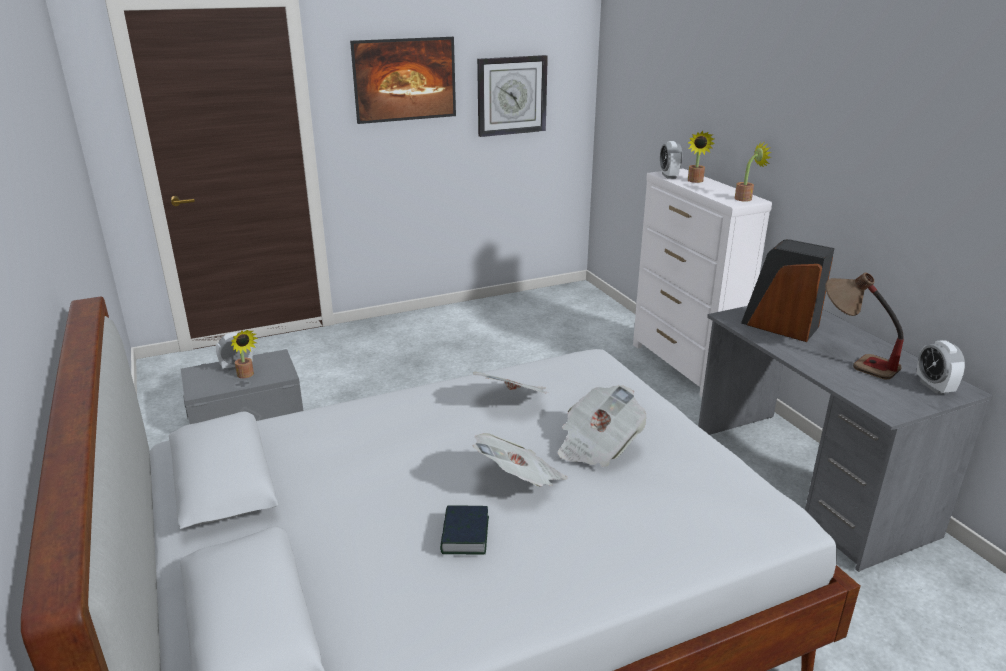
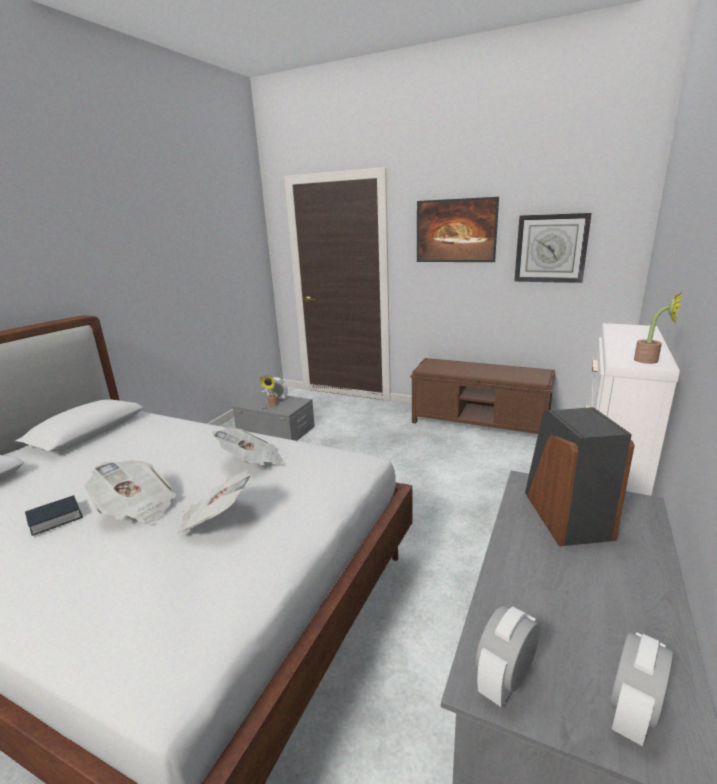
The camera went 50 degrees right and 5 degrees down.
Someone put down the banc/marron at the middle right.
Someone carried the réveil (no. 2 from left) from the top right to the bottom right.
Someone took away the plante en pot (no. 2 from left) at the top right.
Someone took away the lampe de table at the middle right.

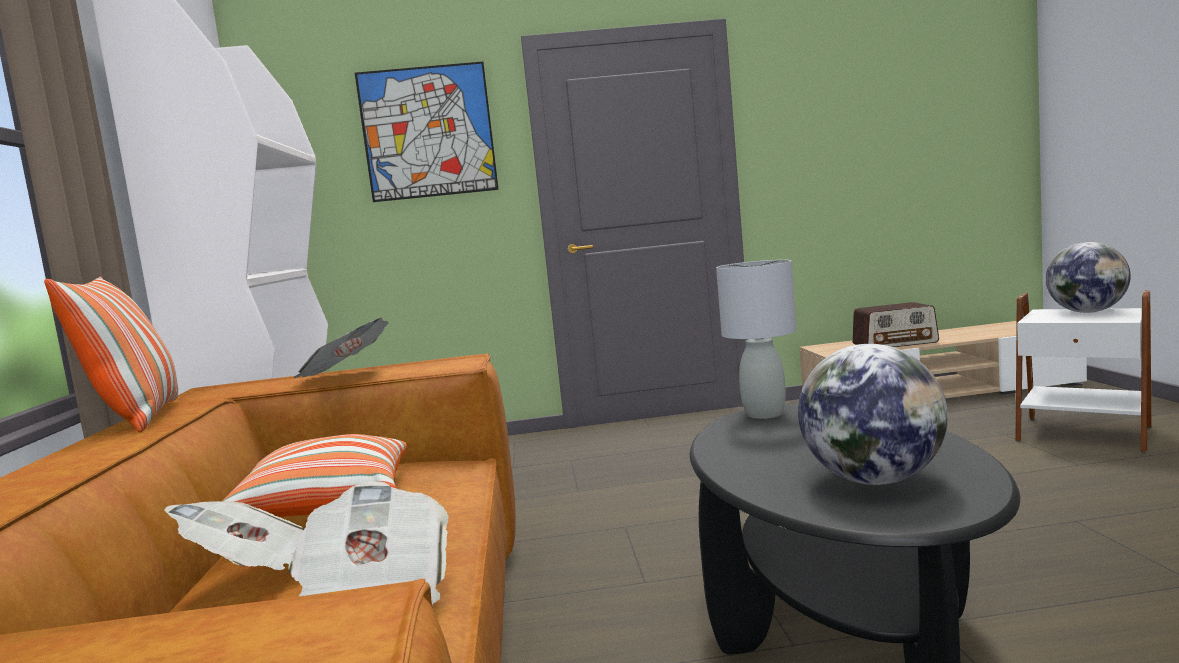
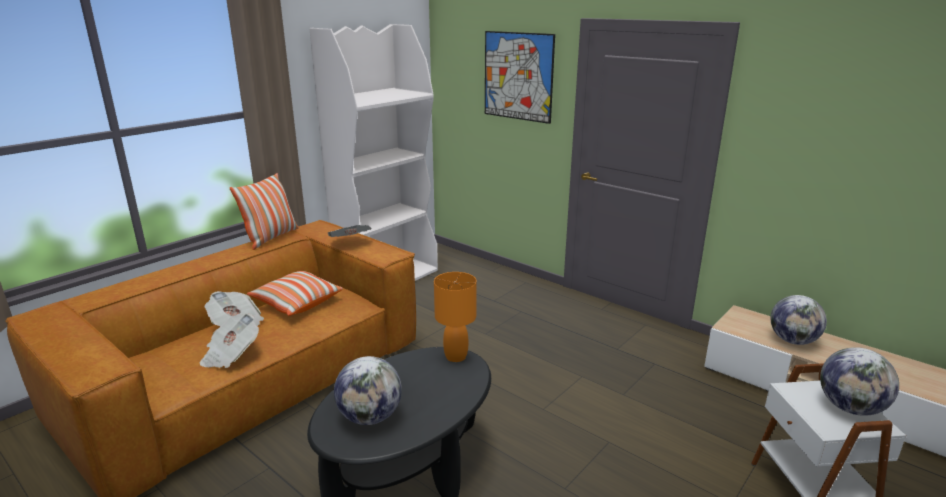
The camera went 45 degrees right and 15 degrees up.
Someone repainted the lampe de table/gris at the centre, which became the lampe de table/orange at the centre.
Someone swapped the radio at the middle right for the globe (no. 2 from left) at the middle right.

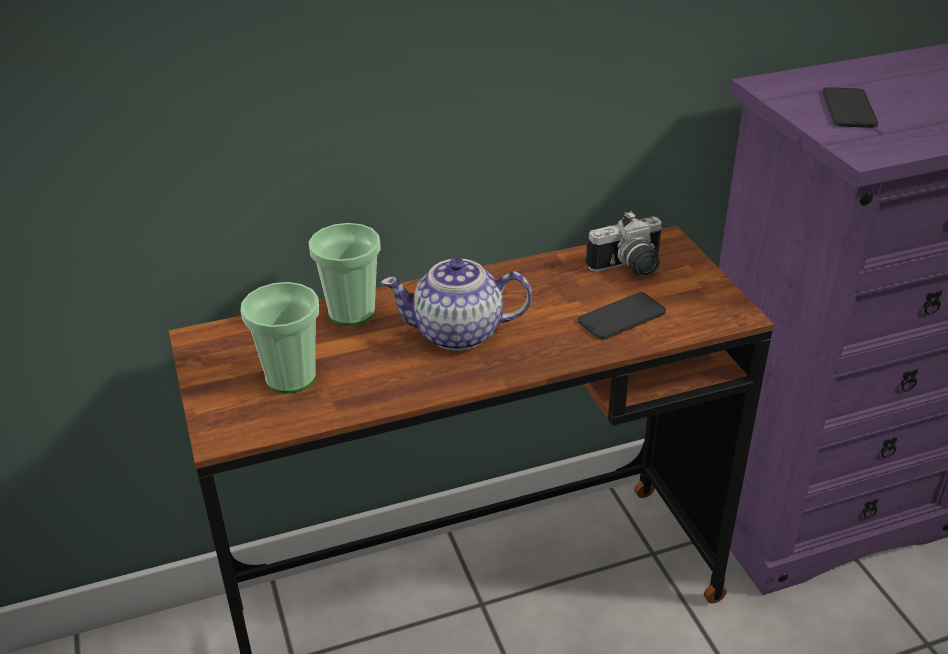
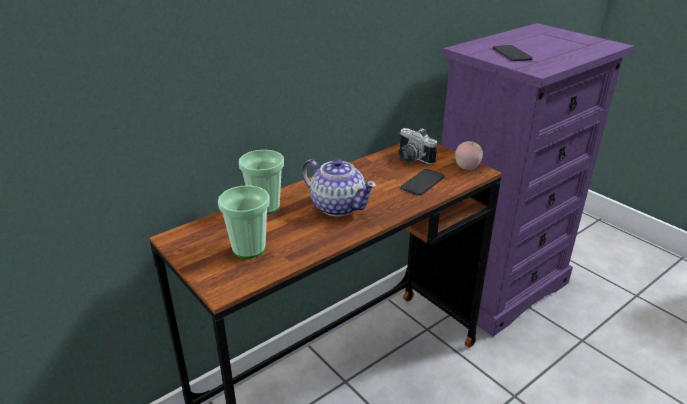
The camera went 20 degrees left and 5 degrees down.
Someone rotated the théière at the centre by 120 degrees counterclockwise.
Someone rotated the appareil photo at the centre by 90 degrees clockwise.
Someone put down the pomme at the middle right.

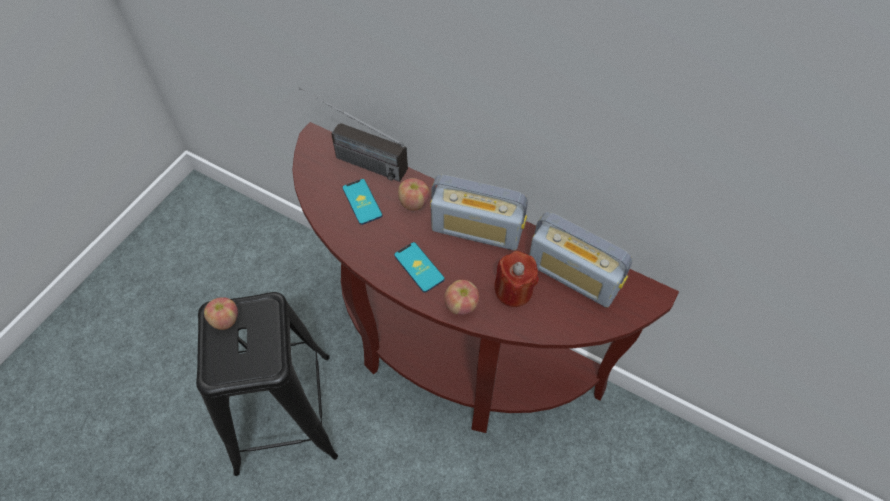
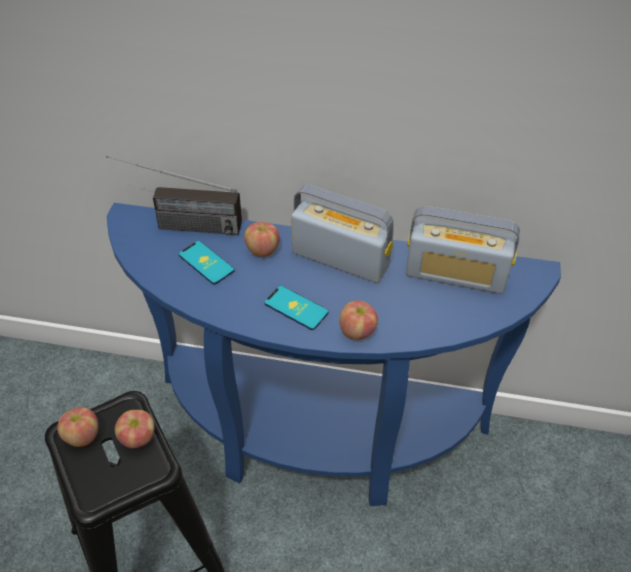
The camera went 20 degrees left and 10 degrees down.
Someone repainted the table console/marron at the centre, which became the table console/bleu at the centre.
Someone put down the pomme (no. 2 from left) at the bottom left.
Someone rotated the radio (no. 2 from left) at the centre by 150 degrees counterclockwise.
Someone took away the bougie/rouge at the centre.

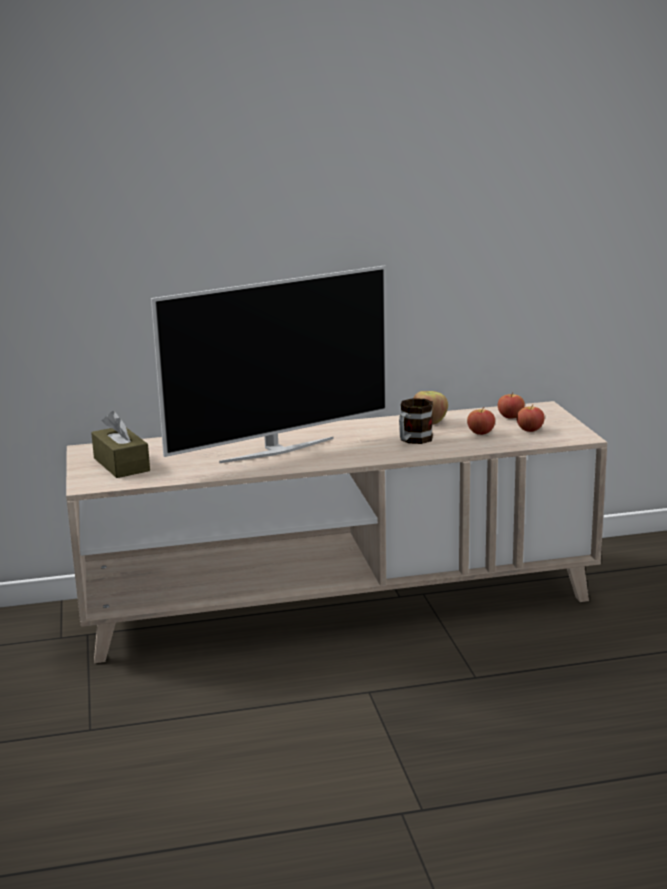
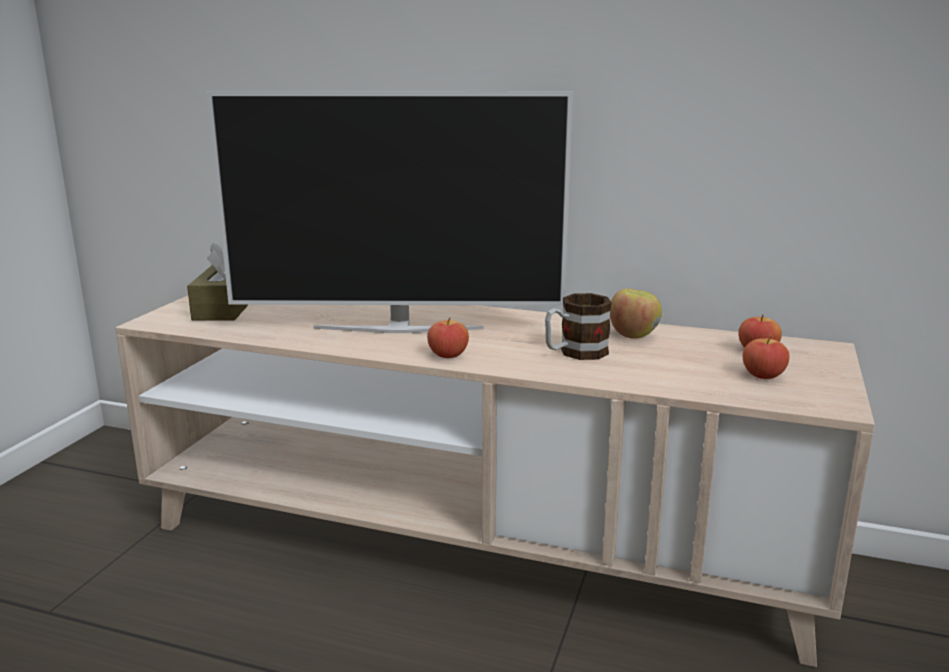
The camera went 30 degrees right and 0 degrees up.
Someone carried the pomme (no. 2 from left in the first image) from the middle right to the centre.

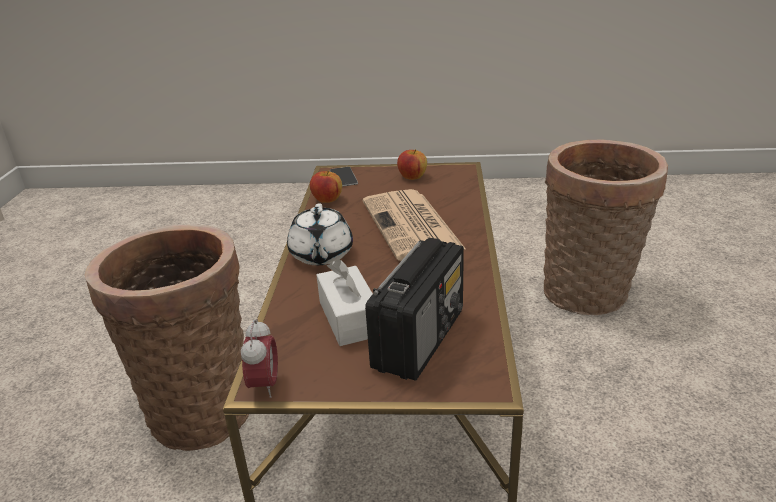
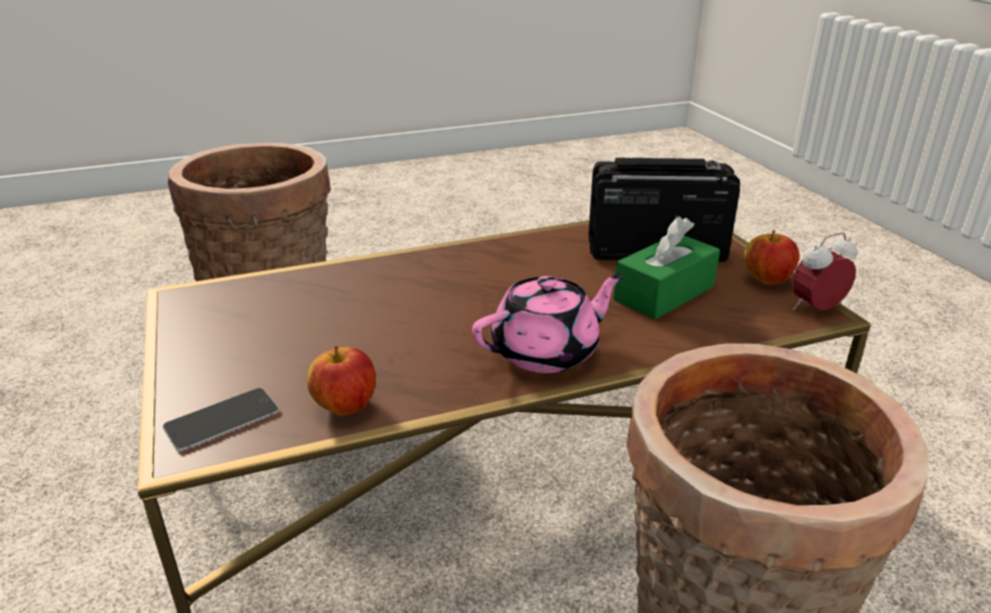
The camera went 115 degrees left and 0 degrees up.
Someone repainted the théière/blanc at the centre, which became the théière/rose at the centre.
Someone repainted the boîte à mouchoirs/blanc at the centre, which became the boîte à mouchoirs/vert at the middle right.
Someone carried the pomme (no. 2 from left) from the top centre to the middle right.
Someone took away the journal at the centre.

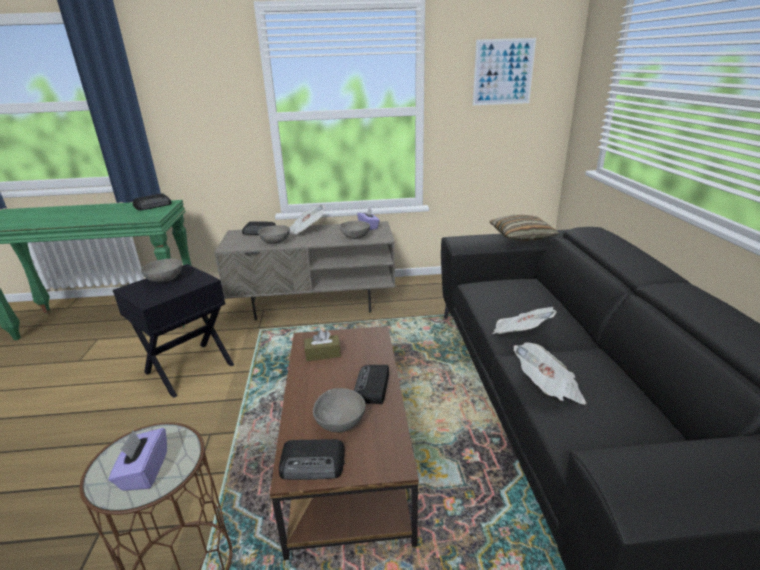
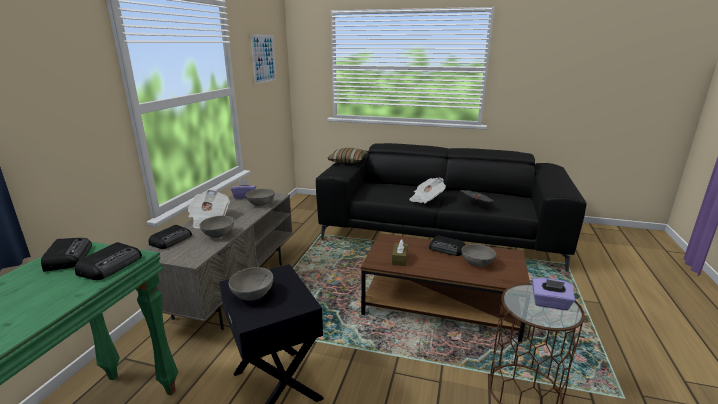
The camera went 70 degrees left and 5 degrees down.
Someone carried the radio (no. 3 from left in the first image) from the bottom centre to the middle left.

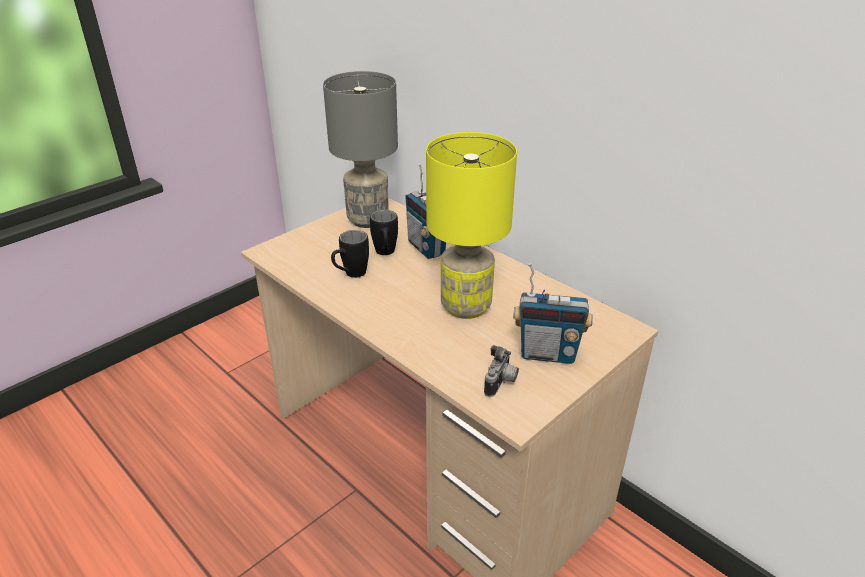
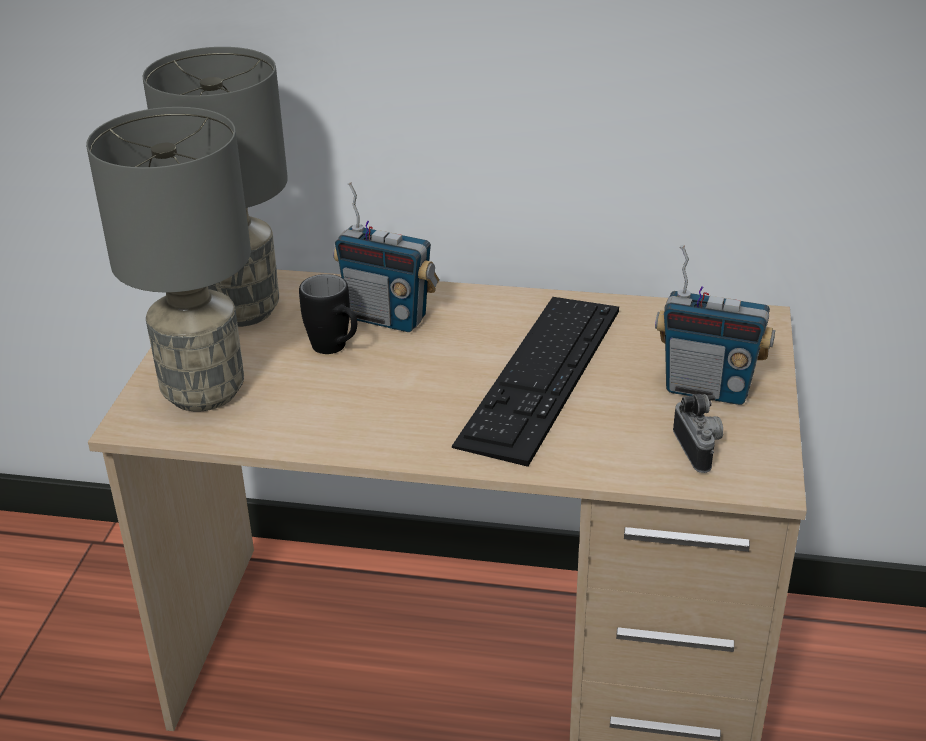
The camera went 35 degrees left and 0 degrees up.
Someone put down the lampe de table/gris (no. 1 from left) at the middle left.
Someone swapped the lampe de table/jaune at the centre for the clavier at the centre.
Someone rotated the radio (no. 2 from left) at the centre by 45 degrees clockwise.
Someone took away the mug/noir (no. 1 from left) at the centre.

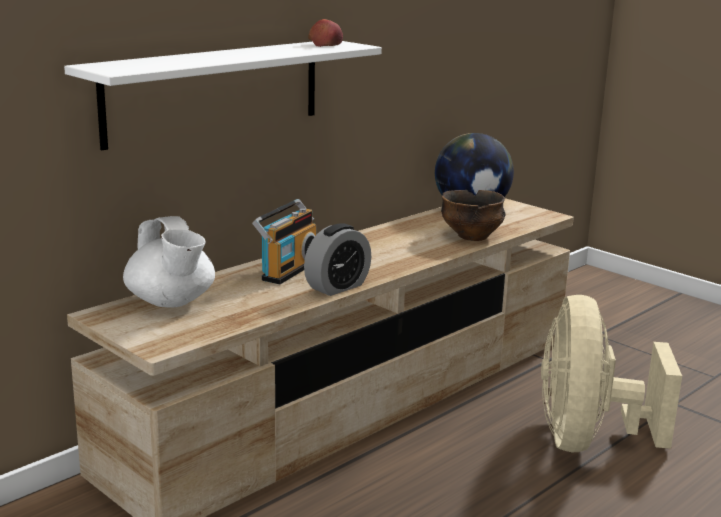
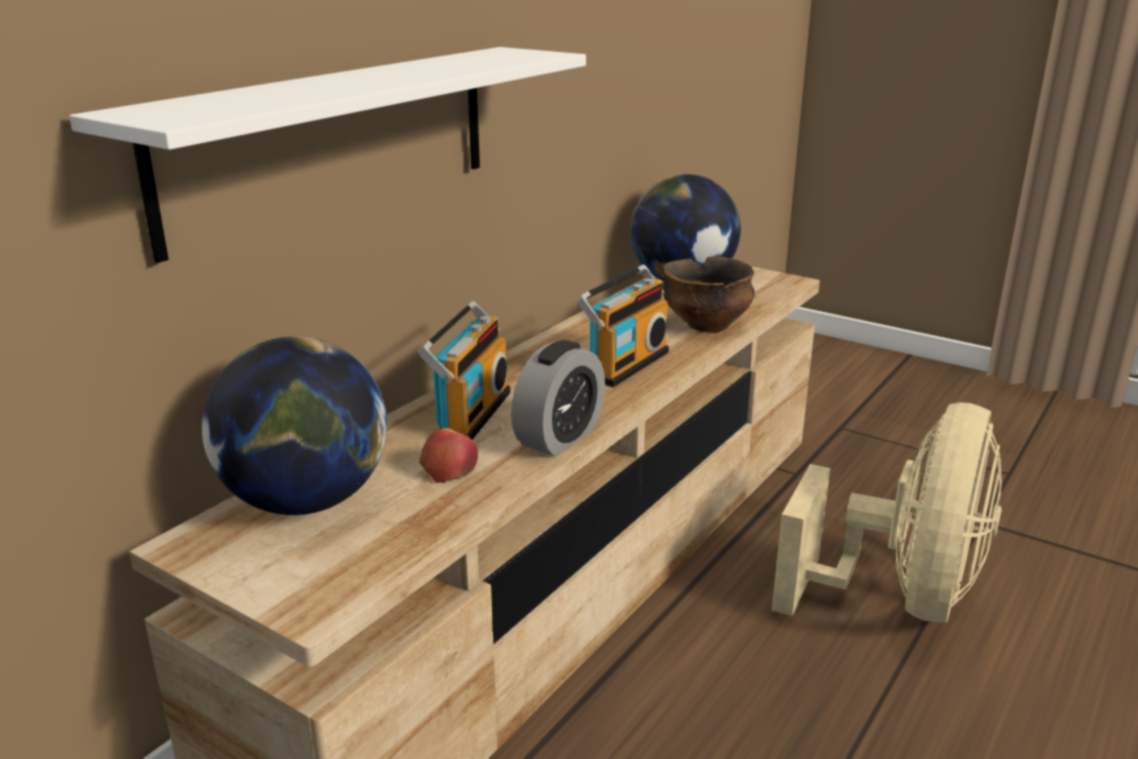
The camera went 10 degrees left and 5 degrees up.
Someone swapped the théière/blanc at the middle left for the globe (no. 1 from left) at the middle left.
Someone carried the pomme from the top centre to the centre.
Someone put down the radio (no. 2 from left) at the centre.
Someone rotated the ventilateur/beige at the bottom right by 150 degrees counterclockwise.

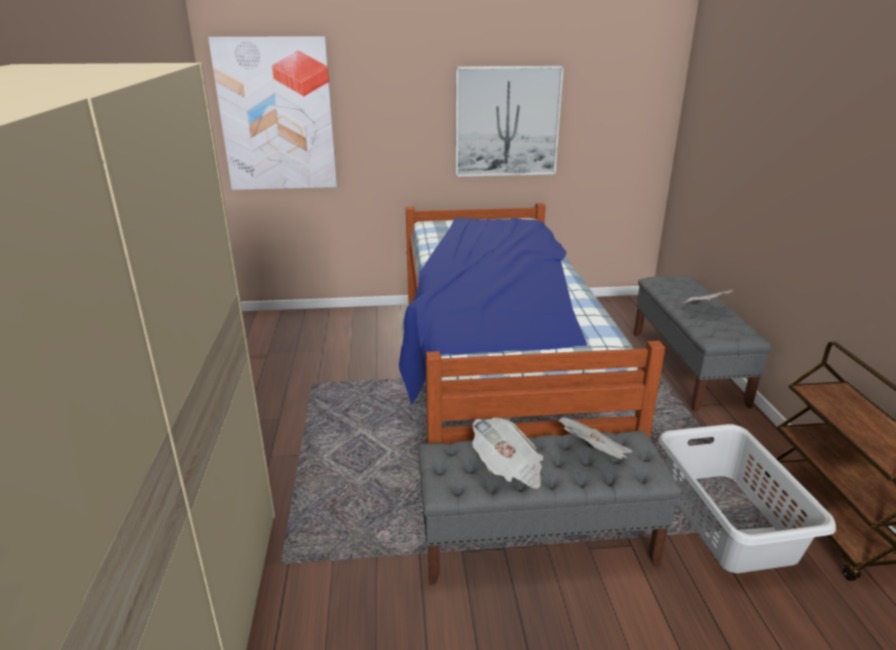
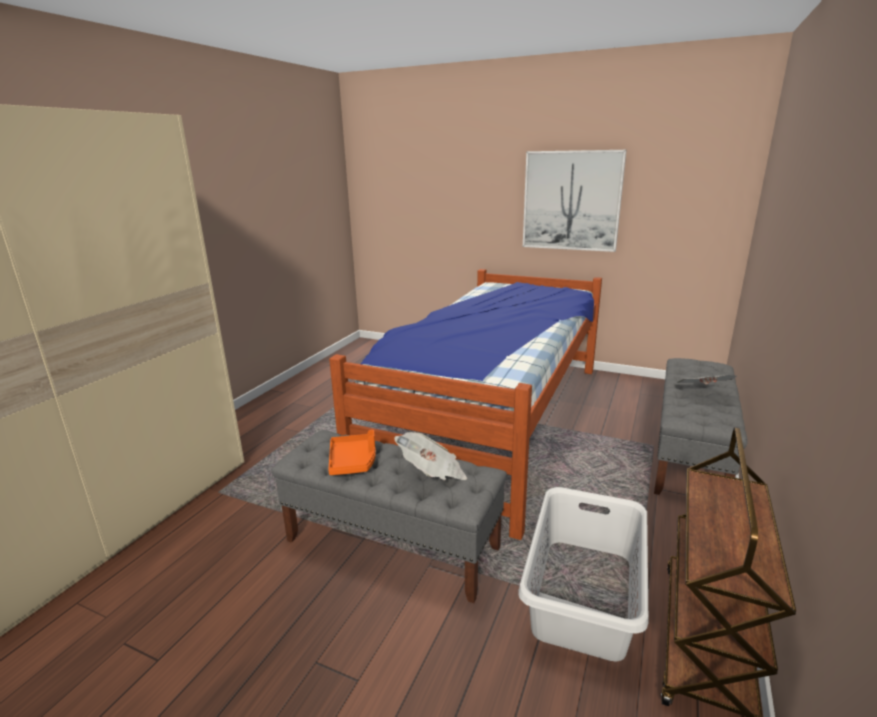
The camera went 30 degrees right and 5 degrees down.
Someone swapped the journal (no. 1 from left) at the bottom centre for the plateau/orange at the centre.
Someone took away the tableau (no. 1 from left) at the top left.

